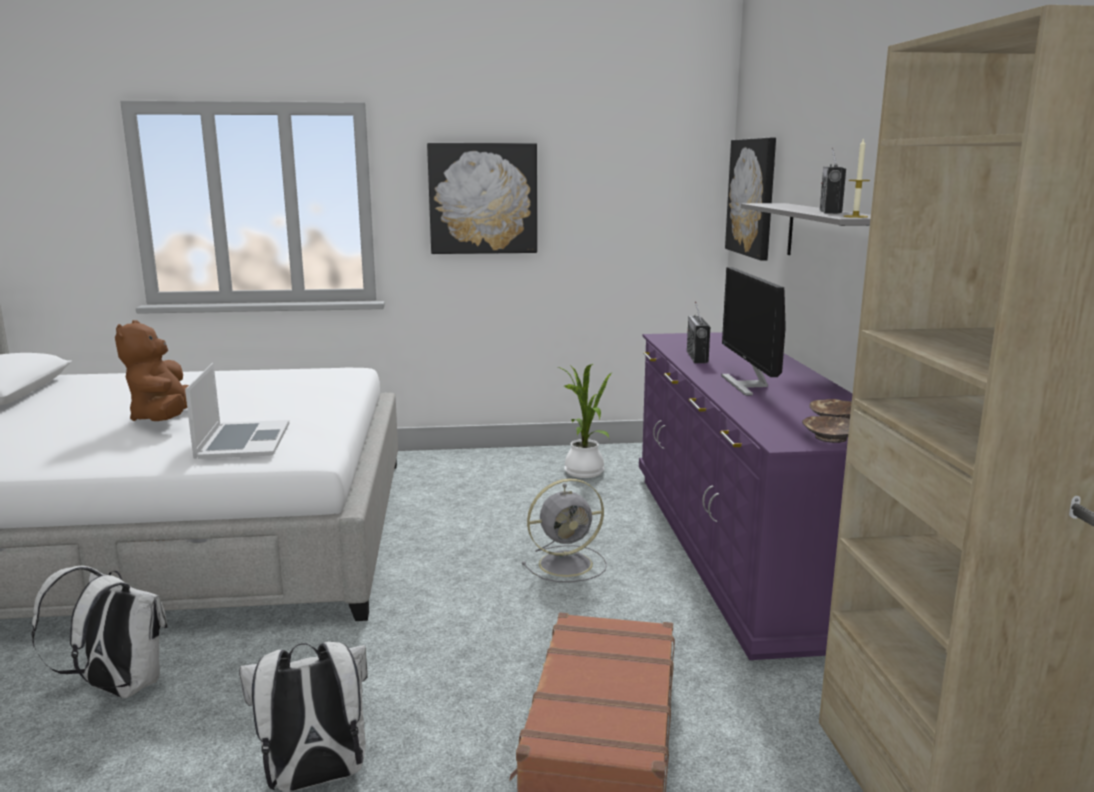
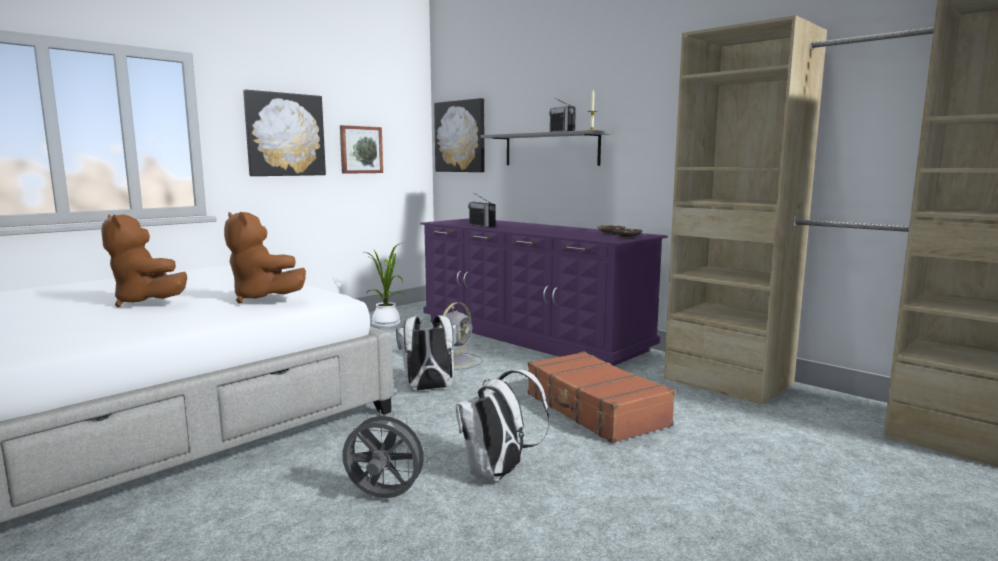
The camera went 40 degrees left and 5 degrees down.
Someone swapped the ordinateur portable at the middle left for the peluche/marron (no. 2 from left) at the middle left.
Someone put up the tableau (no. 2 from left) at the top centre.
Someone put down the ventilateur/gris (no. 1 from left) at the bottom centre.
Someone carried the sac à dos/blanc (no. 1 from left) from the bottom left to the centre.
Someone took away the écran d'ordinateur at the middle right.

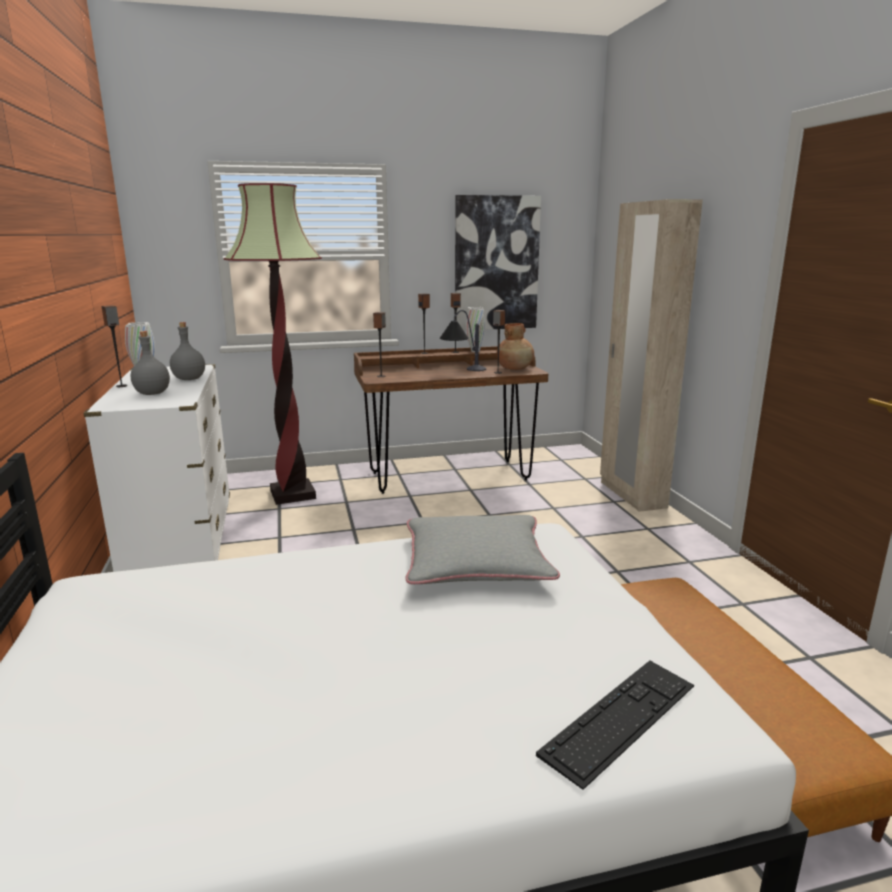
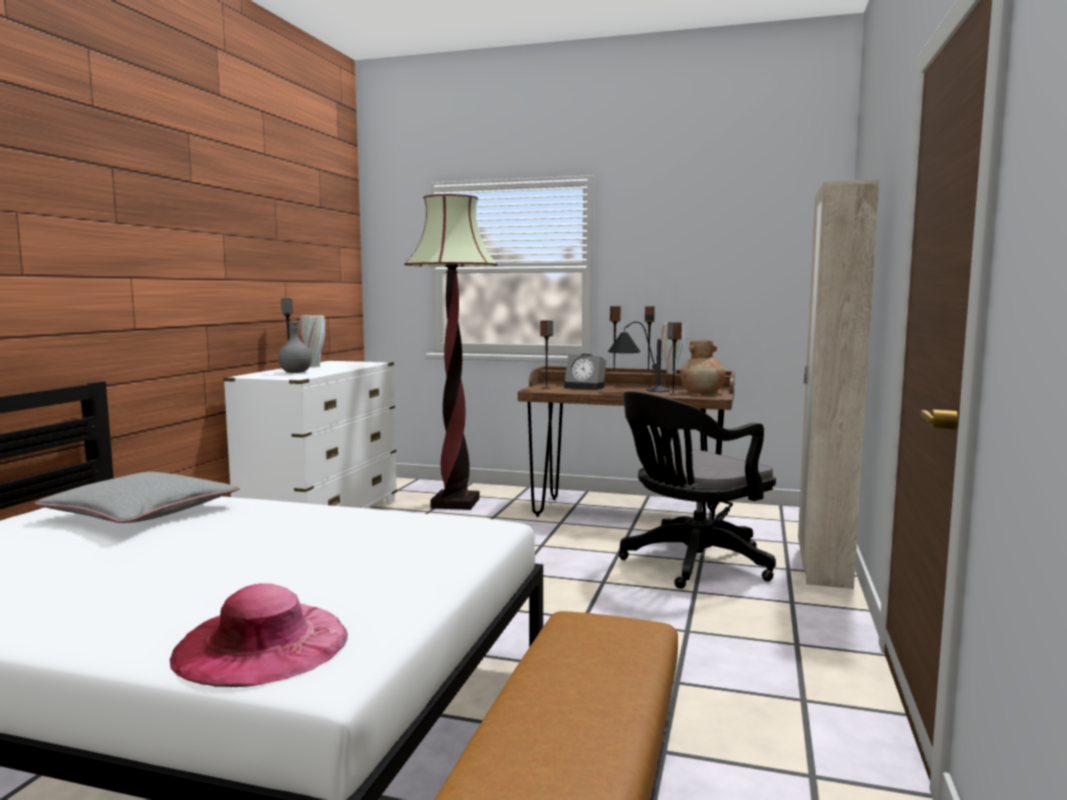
The camera went 30 degrees right and 10 degrees down.
Someone carried the coussin/gris from the centre to the middle left.
Someone swapped the clavier at the bottom right for the chapeau/rose at the bottom left.
Someone put down the réveil at the centre.
Someone put down the chaise de bureau/noir at the centre.
Someone took away the bouteille/gris (no. 2 from left) at the middle left.
Someone took away the tableau at the top centre.

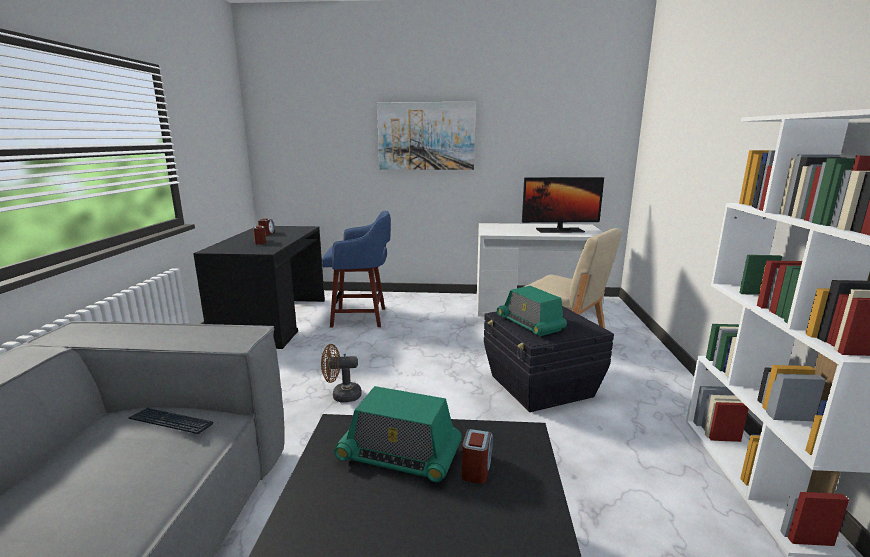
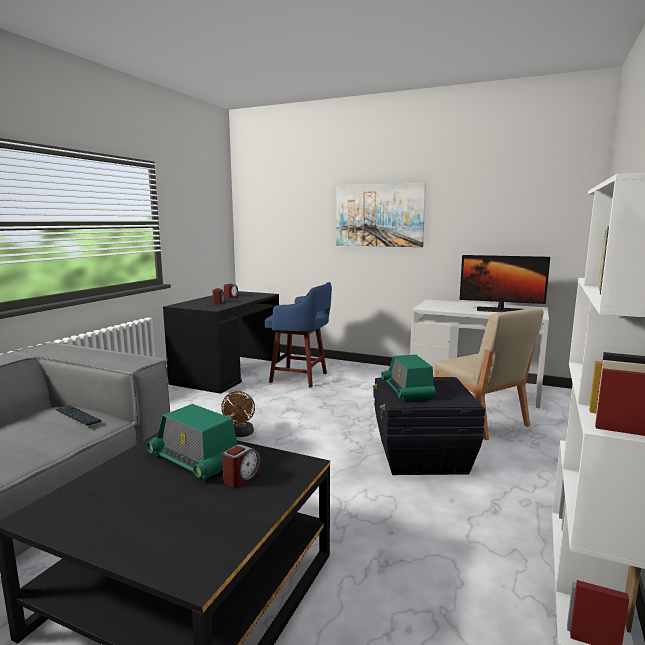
The camera went 20 degrees right and 5 degrees down.
Someone rotated the ventilateur/marron at the bottom centre by 105 degrees counterclockwise.

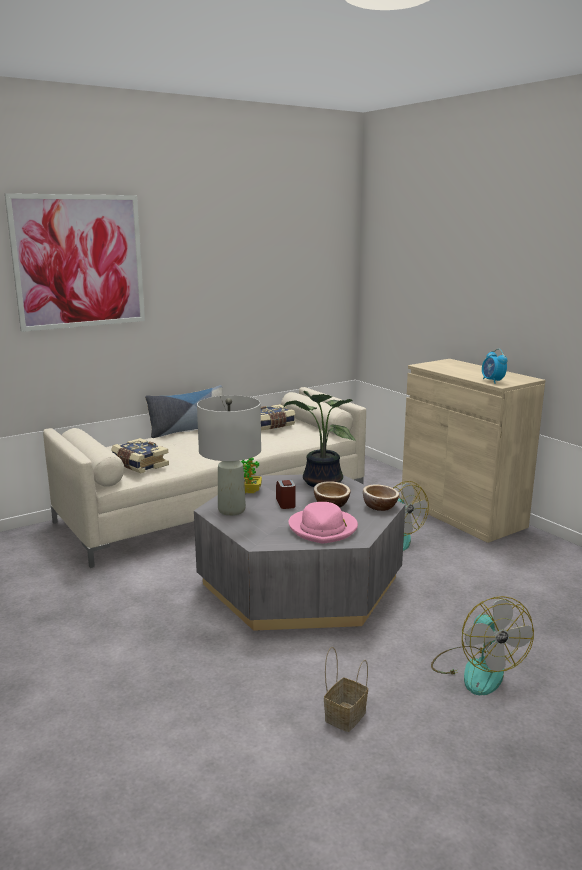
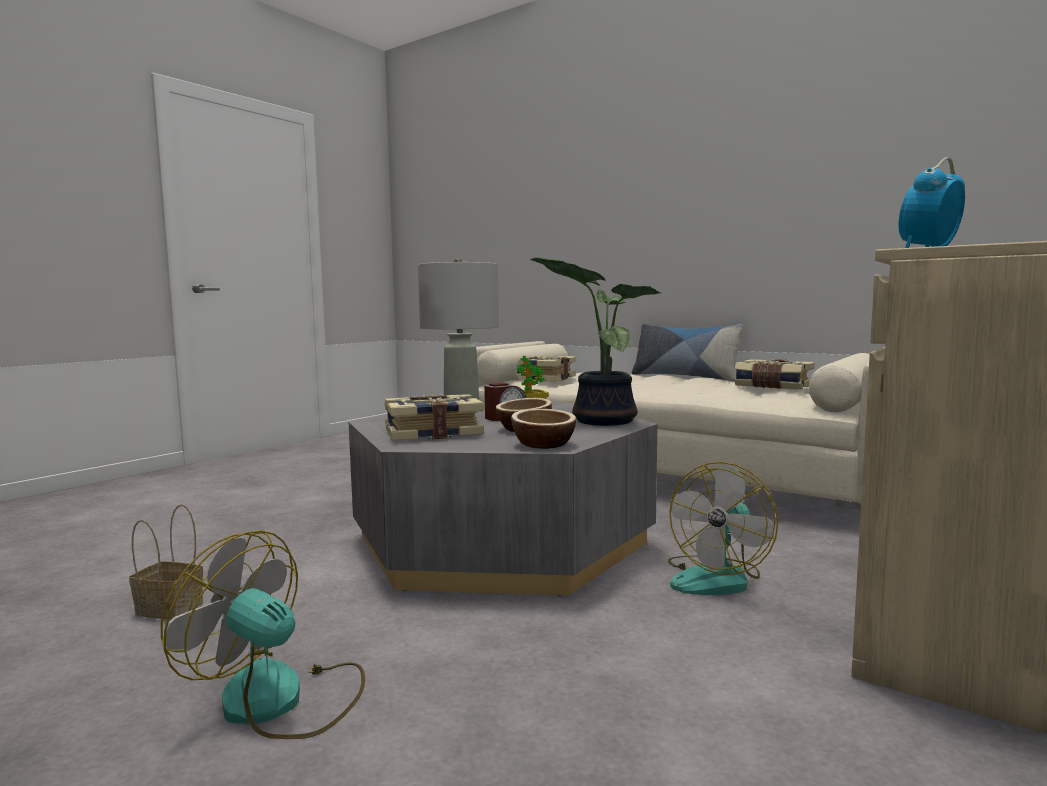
The camera went 70 degrees right and 10 degrees down.
Someone rotated the ventilateur (no. 2 from left in the first image) at the bottom right by 60 degrees clockwise.
Someone swapped the chapeau/rose at the centre for the livre (no. 1 from left) at the centre.
Someone took away the tableau at the top left.

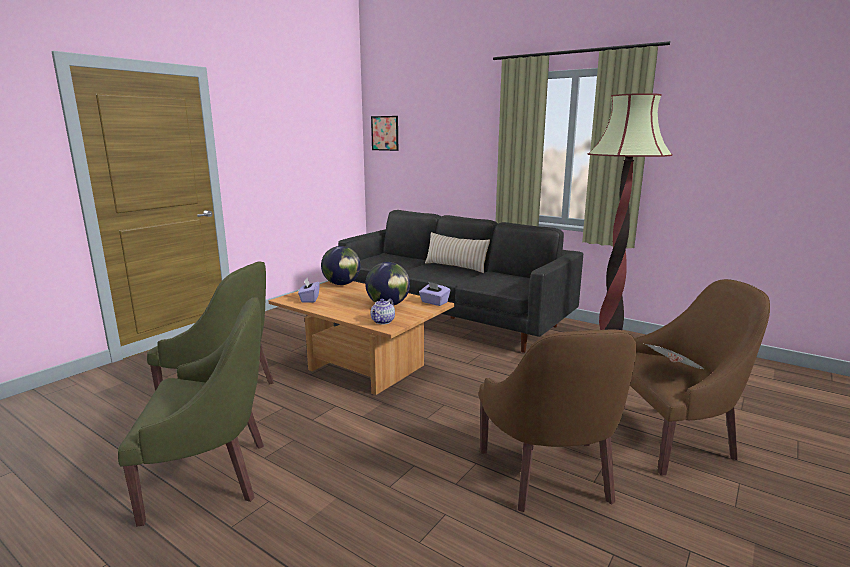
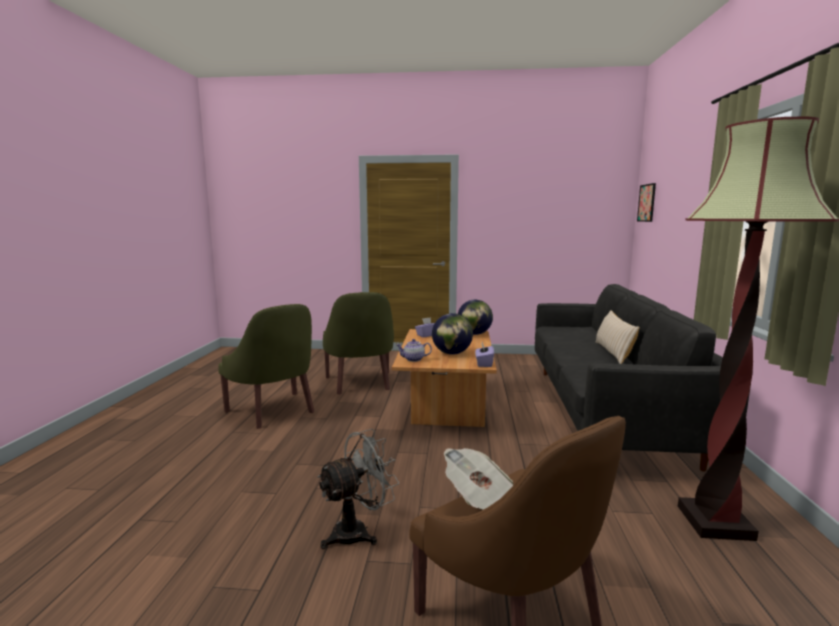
The camera went 60 degrees right and 5 degrees down.
Someone swapped the fauteuil/marron (no. 1 from left) at the bottom centre for the ventilateur/gris at the bottom centre.

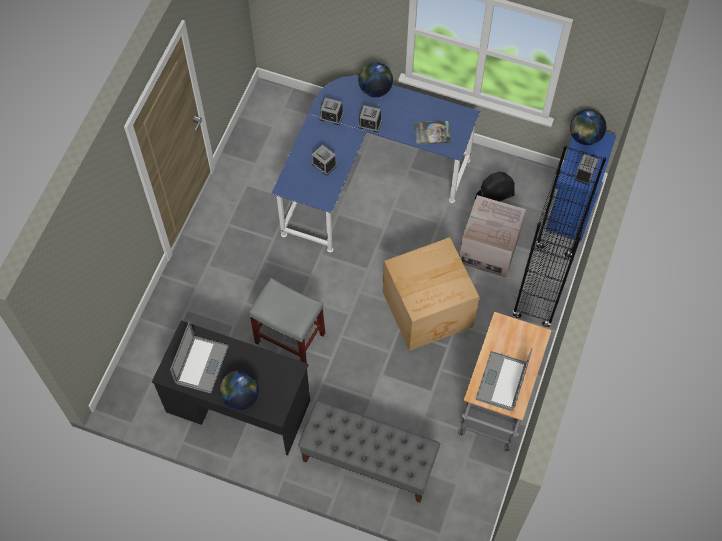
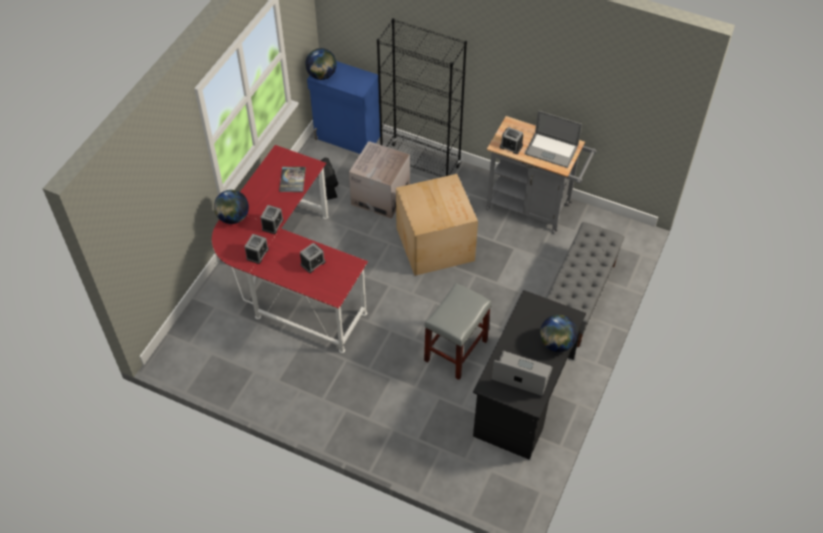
The camera went 85 degrees left and 10 degrees down.
Someone repainted the bureau/bleu at the top centre, which became the bureau/rouge at the centre.
Someone carried the réveil (no. 4 from left) from the top right to the top centre.

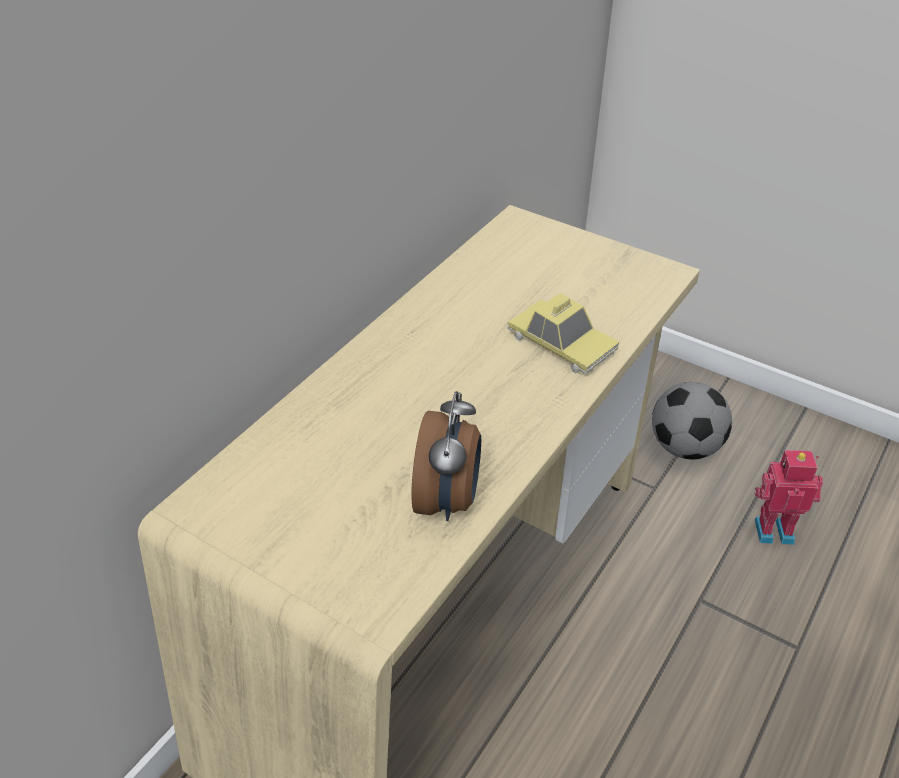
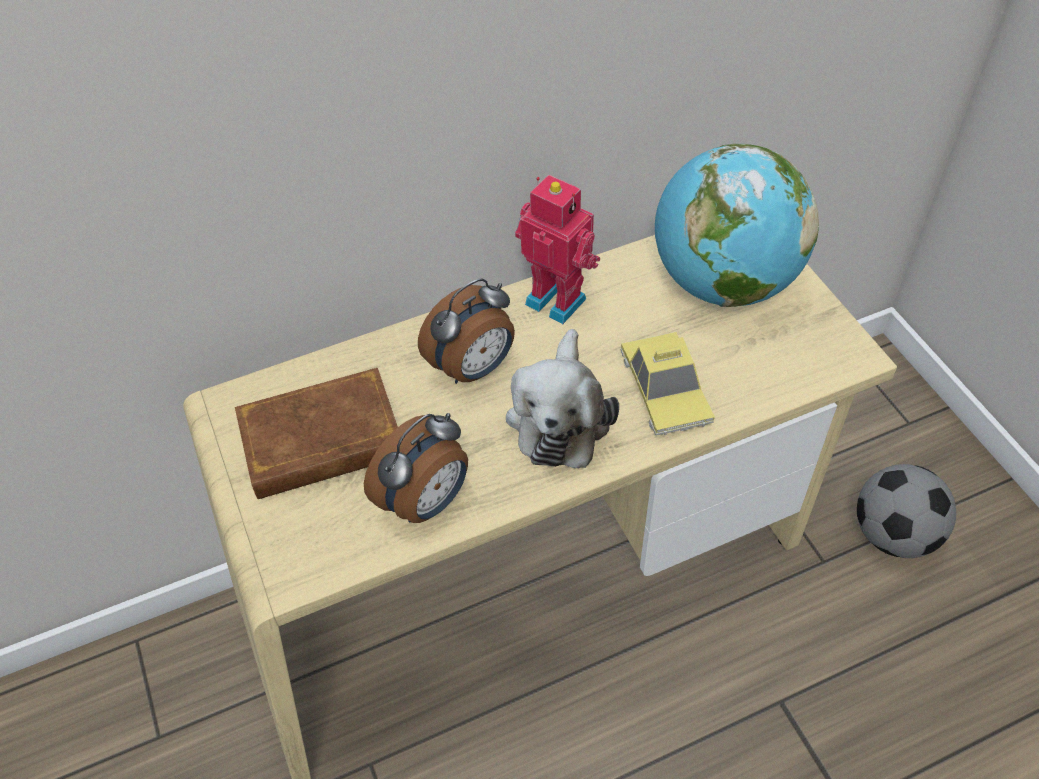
The camera went 35 degrees right and 10 degrees up.
Someone put down the livre/marron at the middle left.
Someone put down the réveil (no. 2 from left) at the centre.
Someone put down the peluche at the centre.
Someone carried the robot jouet from the middle right to the top centre.
Someone put down the globe at the top right.

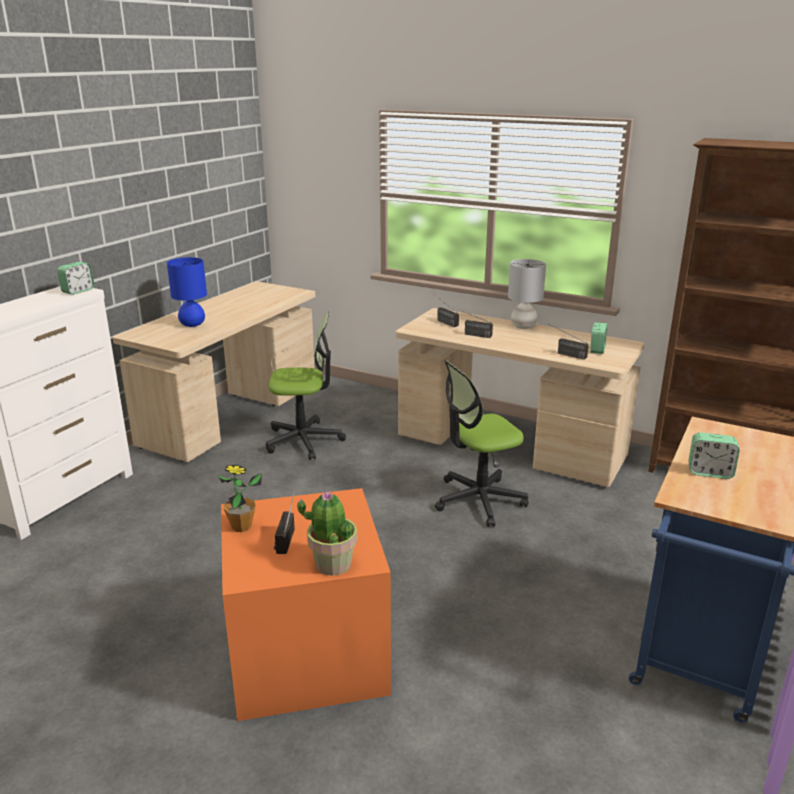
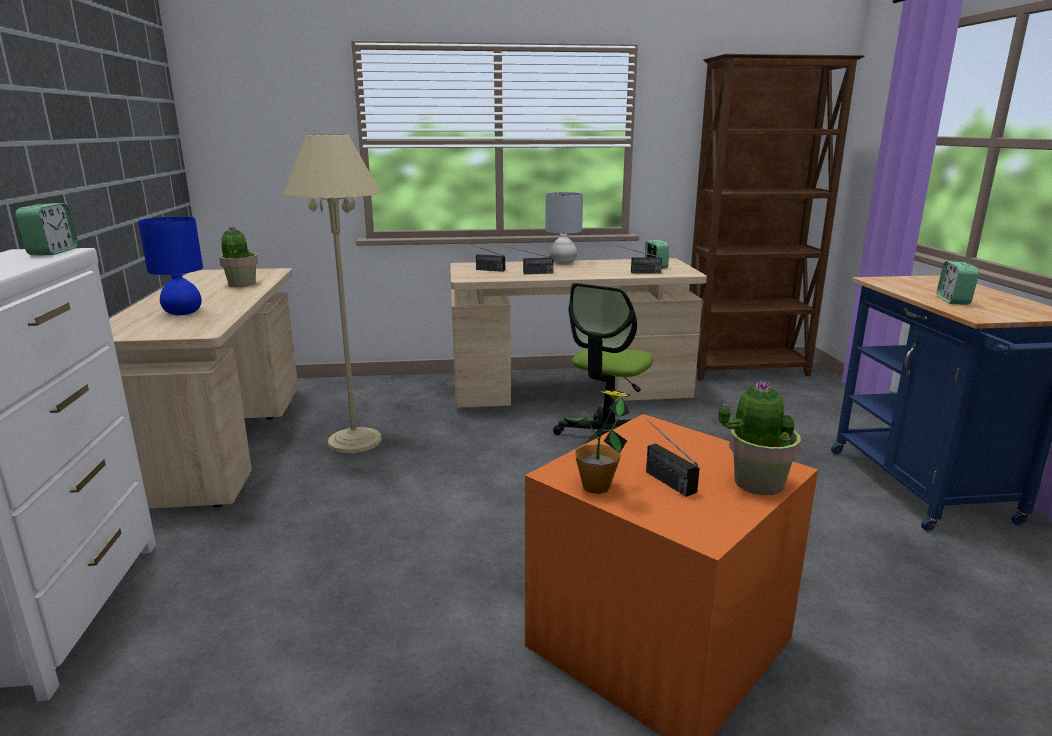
The camera went 35 degrees left and 5 degrees down.
Someone put down the plante en pot (no. 1 from left) at the middle left.
Someone swapped the chaise de bureau (no. 1 from left) at the centre for the lampadaire/beige at the middle left.
Someone rotated the réveil (no. 3 from left) at the middle right by 120 degrees clockwise.

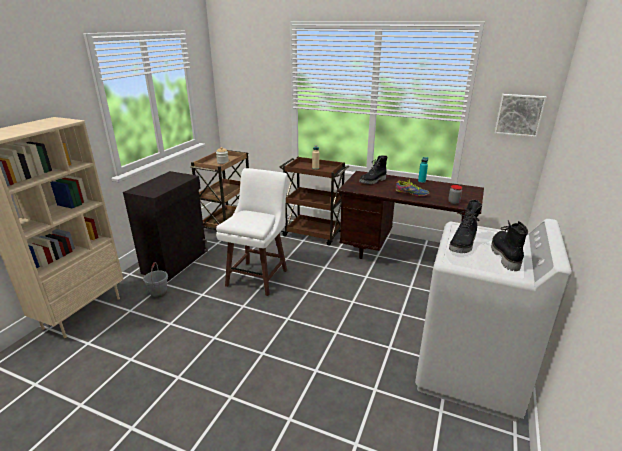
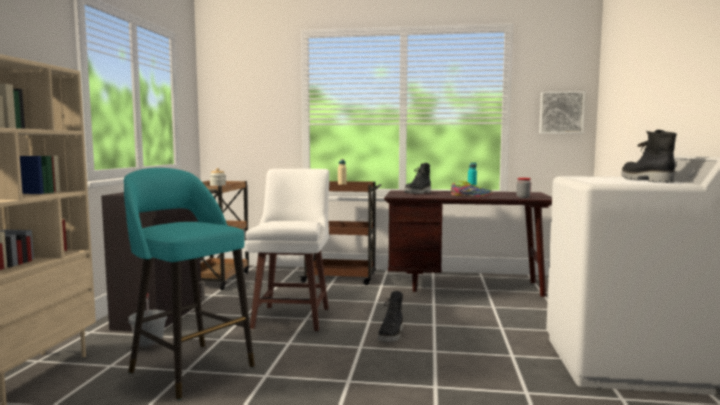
The camera went 15 degrees left and 20 degrees down.
Someone put down the tabouret/turquoise at the bottom left.
Someone carried the botte/noir (no. 2 from left in the first image) from the middle right to the bottom centre.

